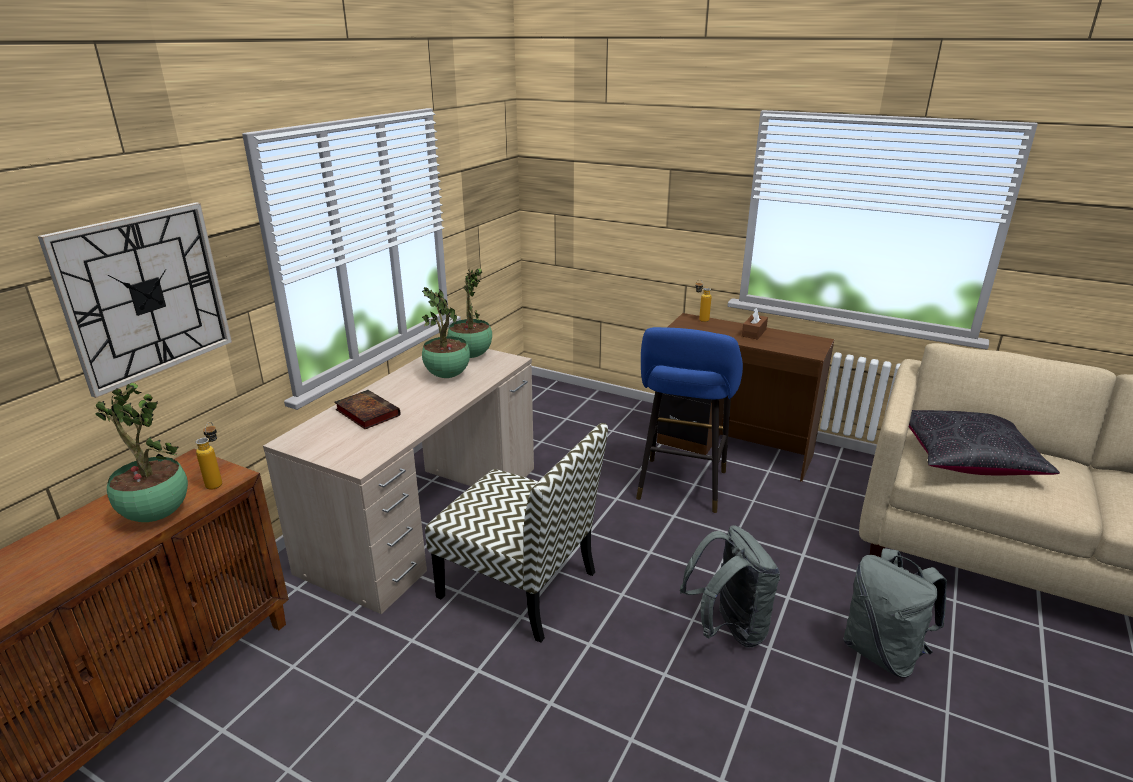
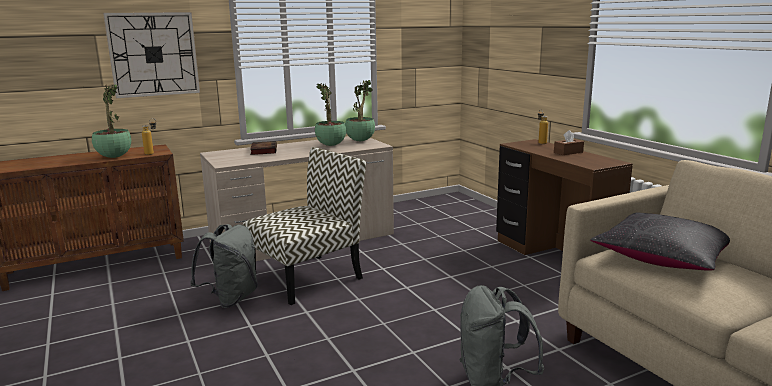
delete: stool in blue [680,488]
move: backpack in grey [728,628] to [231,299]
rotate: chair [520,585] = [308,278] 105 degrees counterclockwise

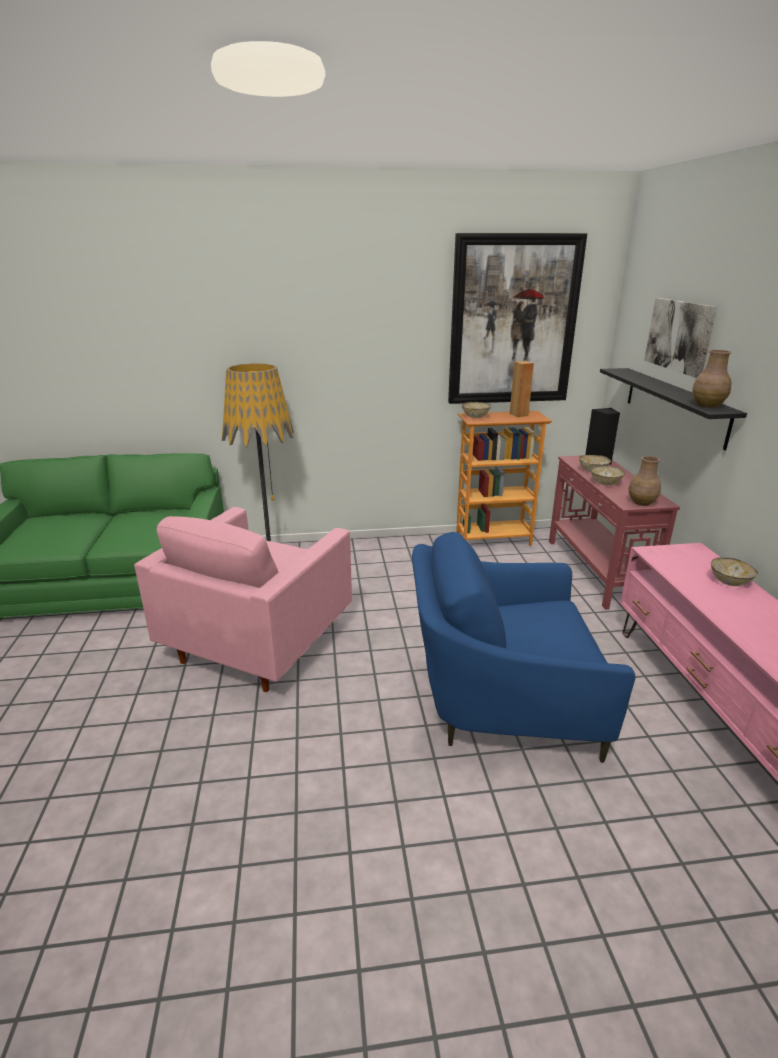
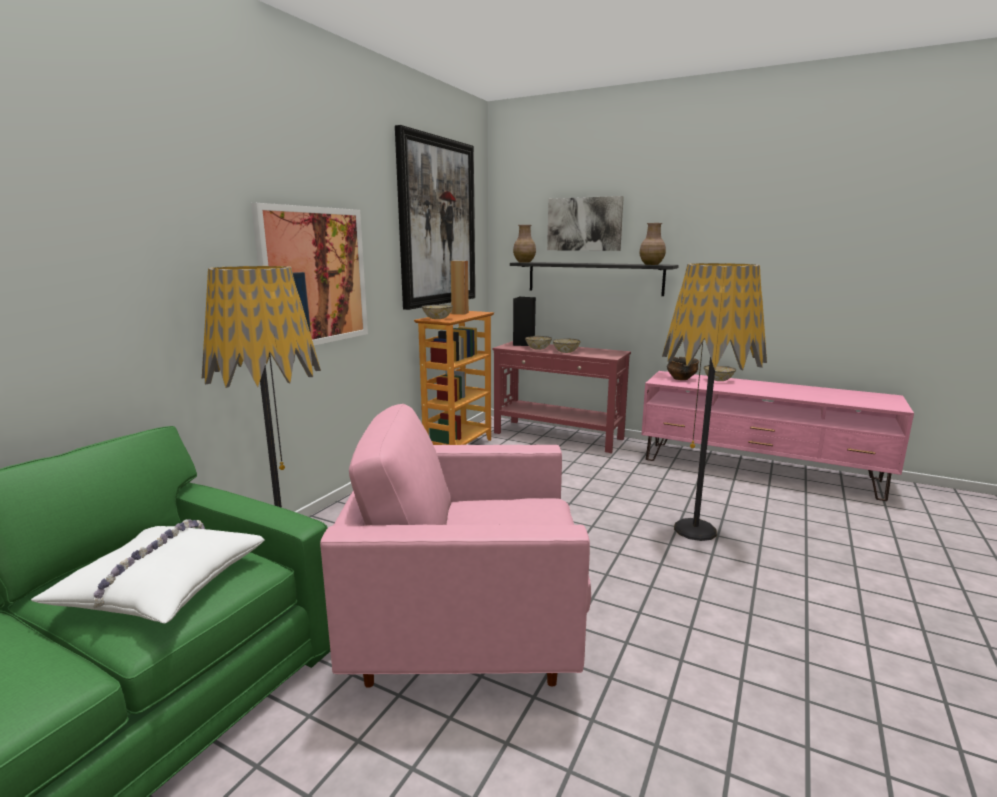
insert: pillow in white [161,584]; picture [314,276]; bowl [681,379]
move: vase in brown [642,502] to [524,262]
replace: armchair in blue [502,701] to floor lamp [694,530]
rotate: armchair in pink [259,642] = [467,630] 120 degrees clockwise

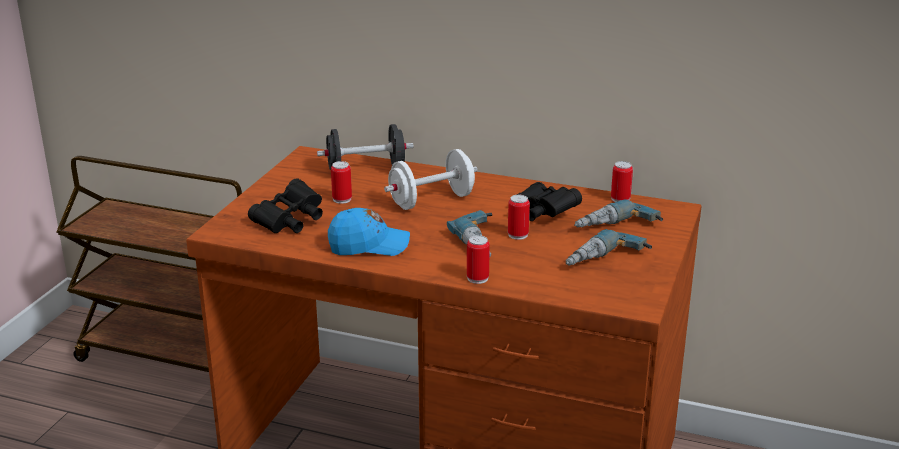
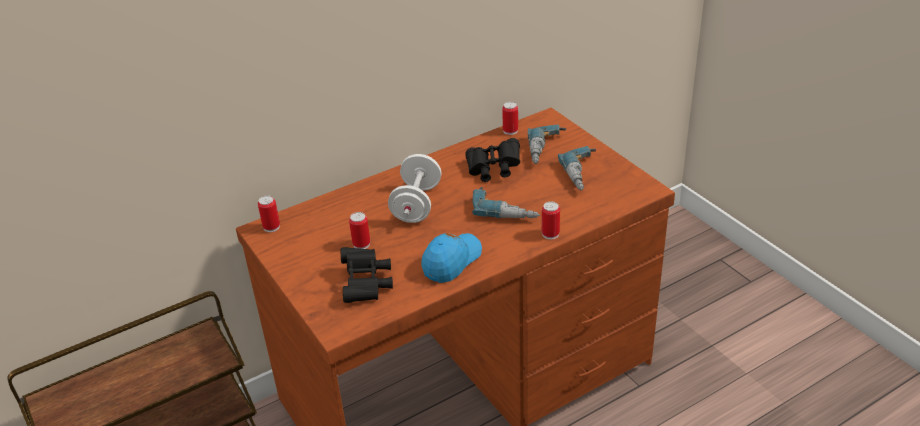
delete: dumbbell in black [366,170]
move: can [518,235] to [271,227]

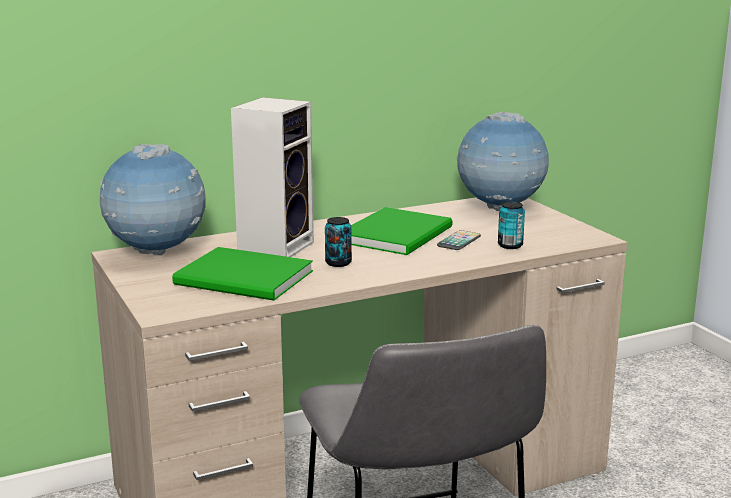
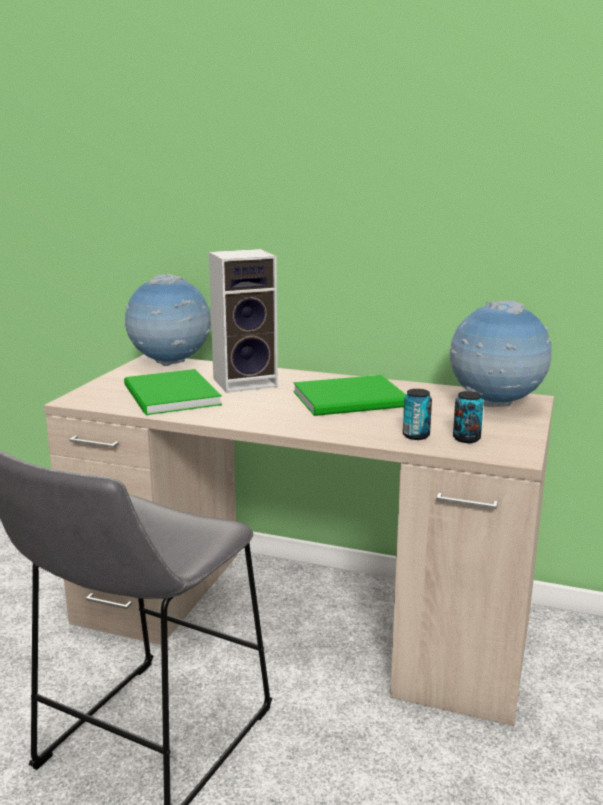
delete: phone [459,241]
move: can [338,263] to [466,438]

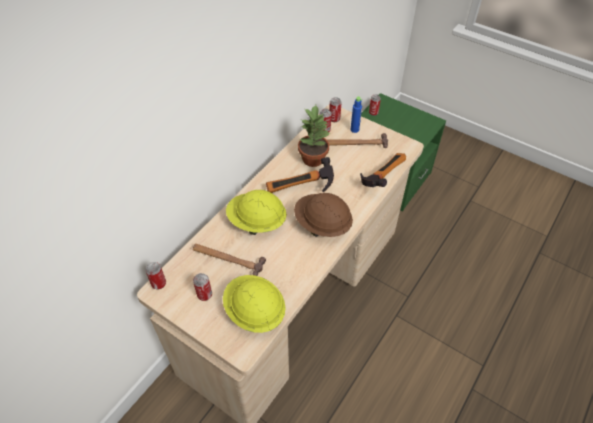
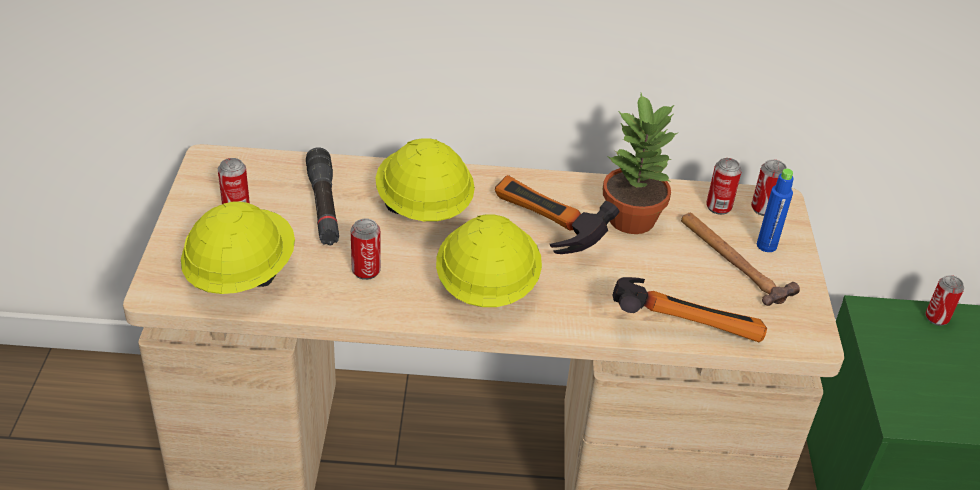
move: can [159,283] to [366,271]
replace: hammer [228,258] to flashlight in black [323,206]
recolor: hard hat in brown [322,225] to hard hat in yellow [486,287]

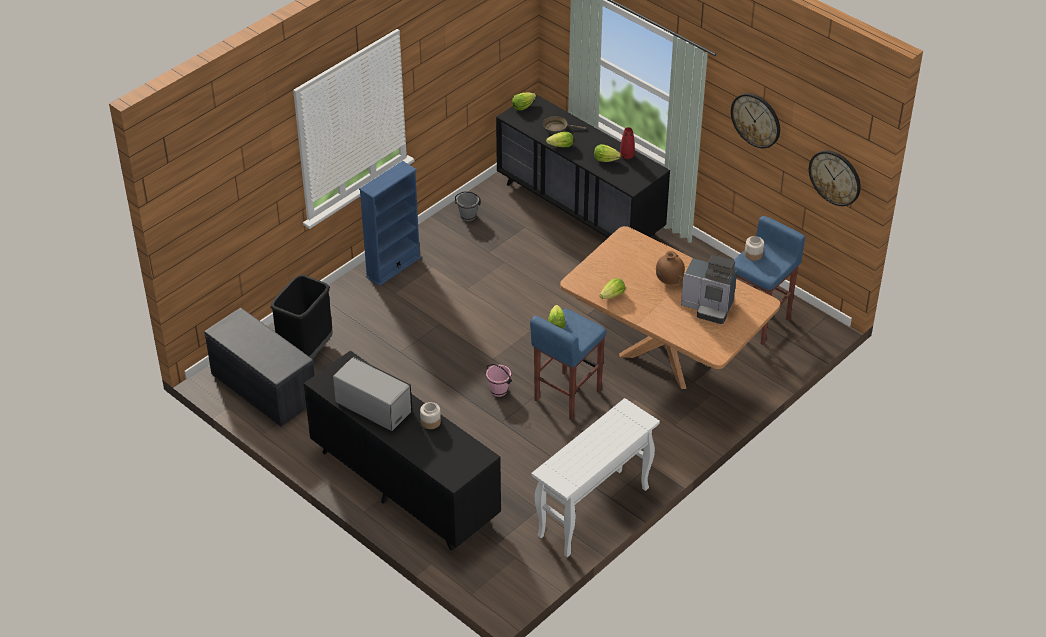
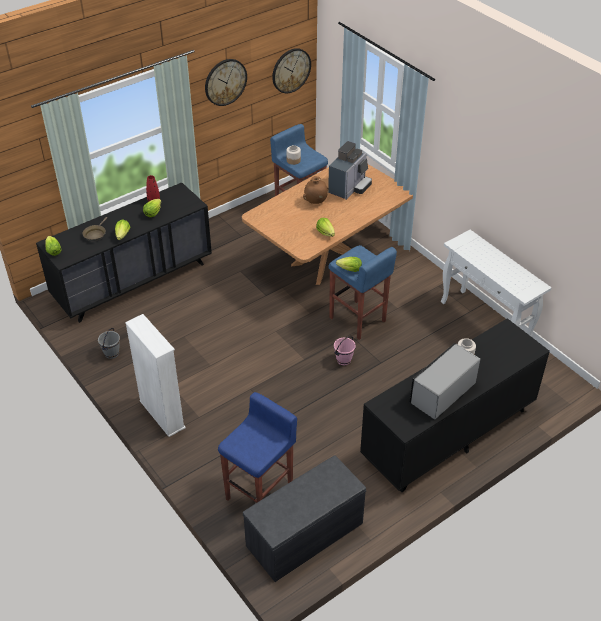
replace: trash can in black [306,351] to stool in blue [260,494]
recolor: bookcase in blue [393,267] to bookcase in white [162,414]

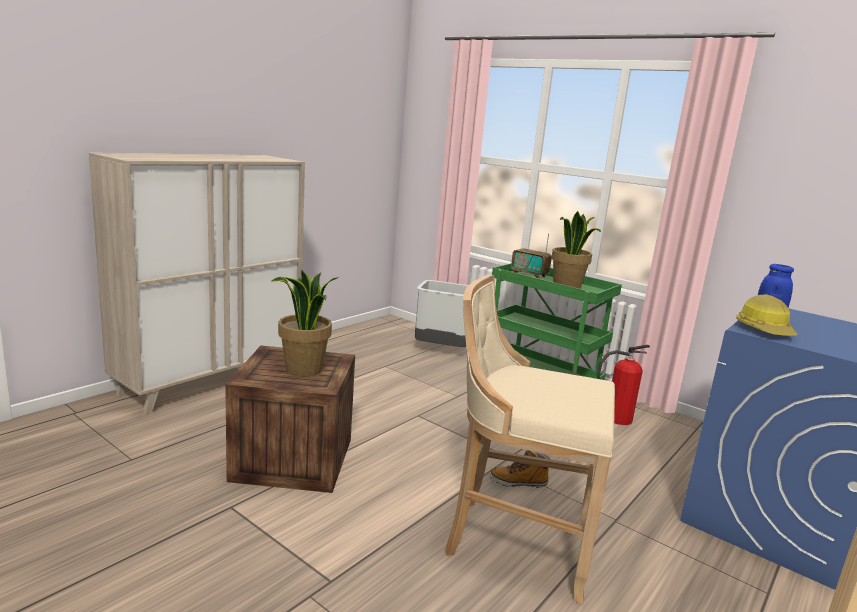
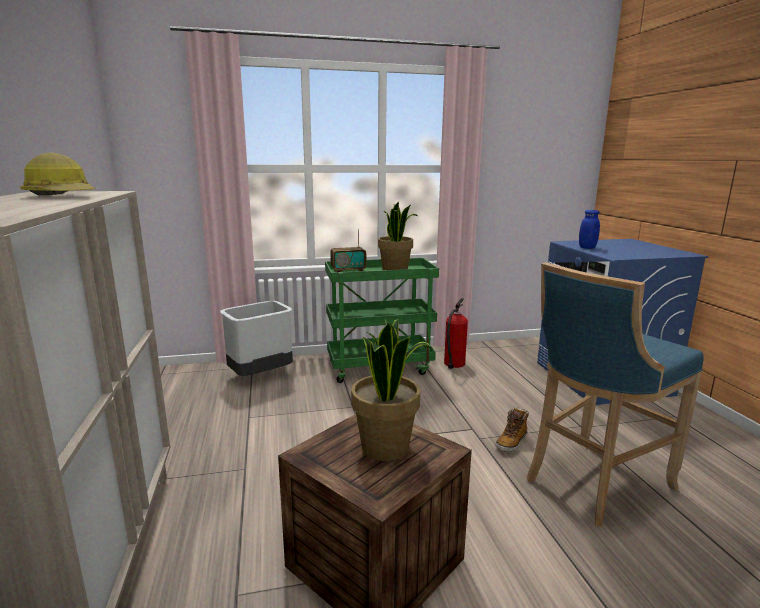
move: hard hat [765,330] to [62,196]
recolor: stool in beige [514,541] to stool in blue [592,482]

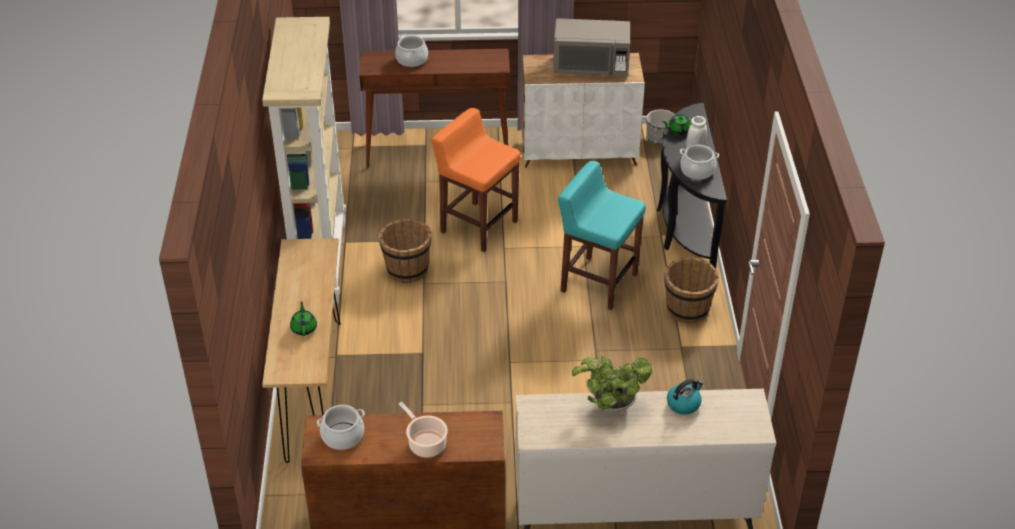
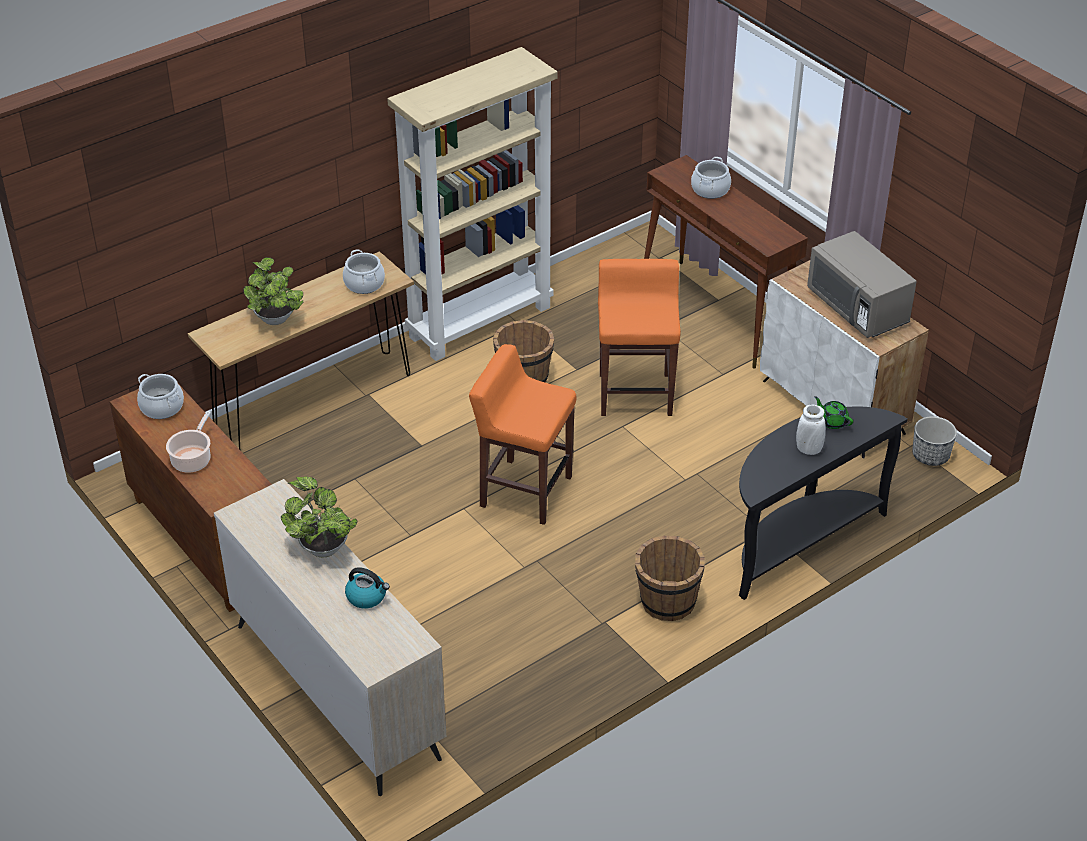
delete: stool in turquoise [598,282]
insert: stool in orange [524,491]
move: cooking pot [697,171] to [364,284]
replace: teapot in green [304,328] to potted plant [276,321]

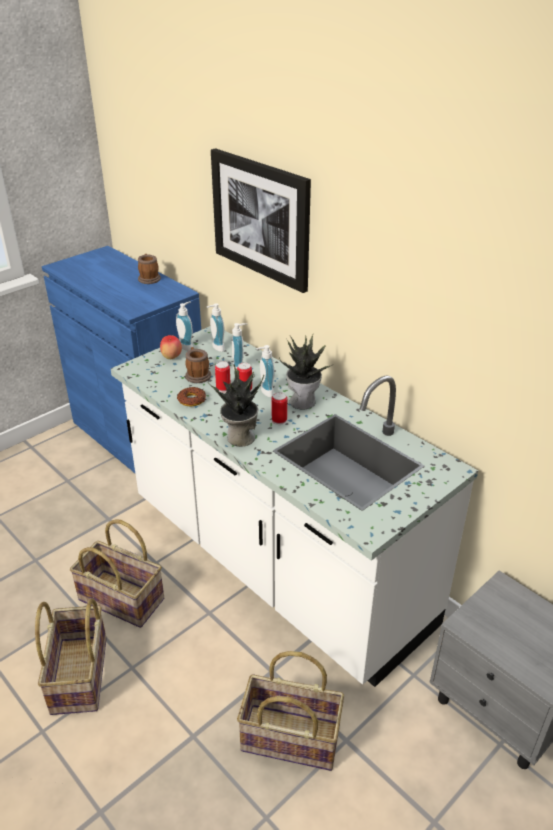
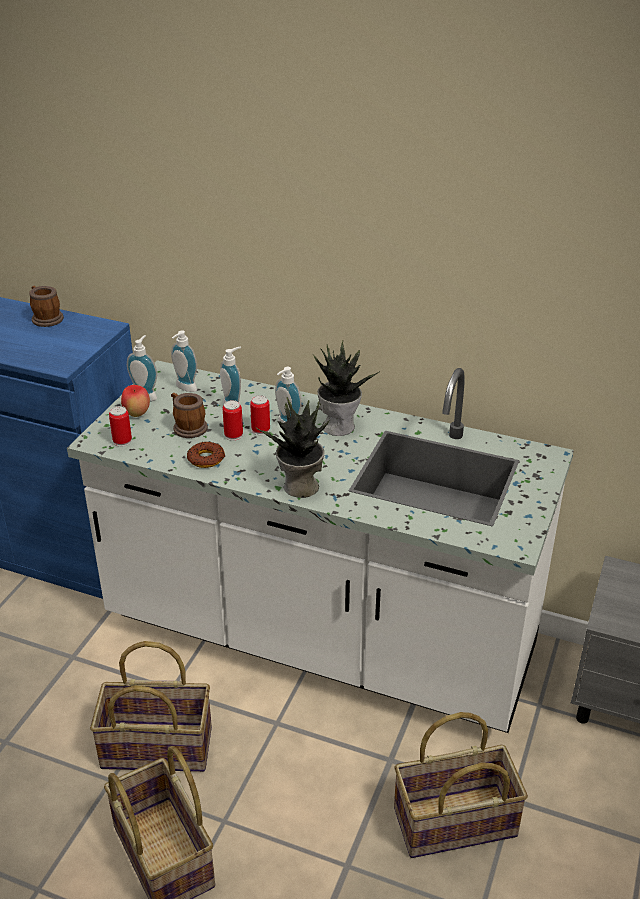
delete: picture [261,218]
move: can [279,420] to [122,441]

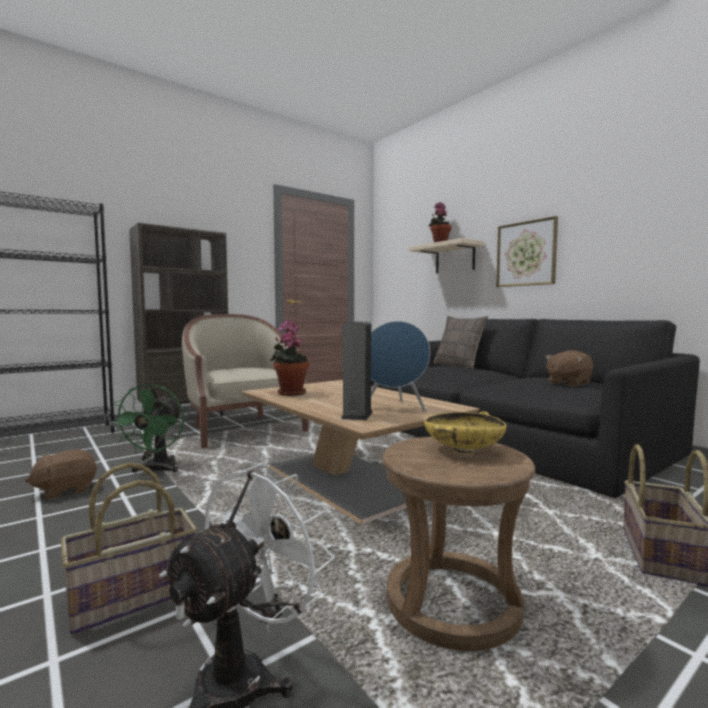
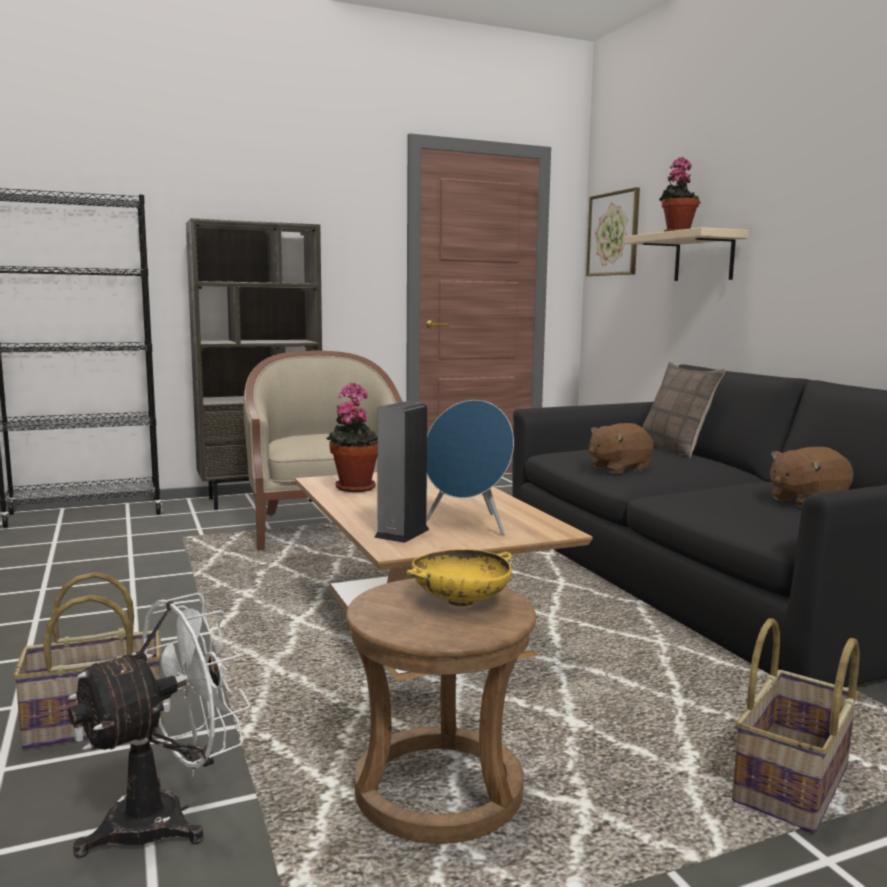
delete: fan in green [156,471]
move: plush toy in brown [65,490] to [618,468]; picture [526,254] to [613,234]

